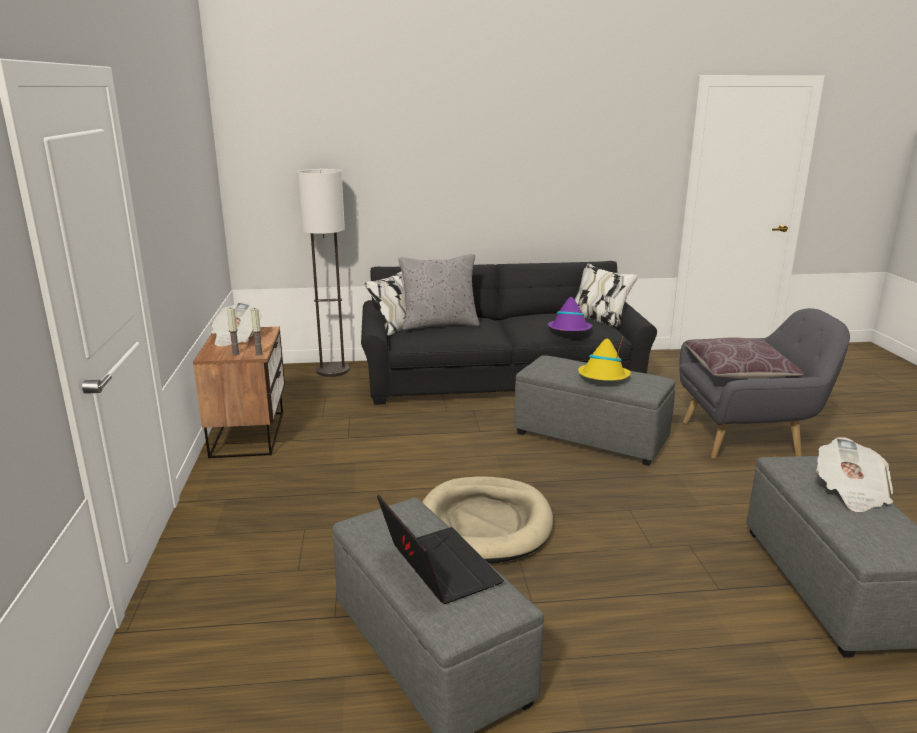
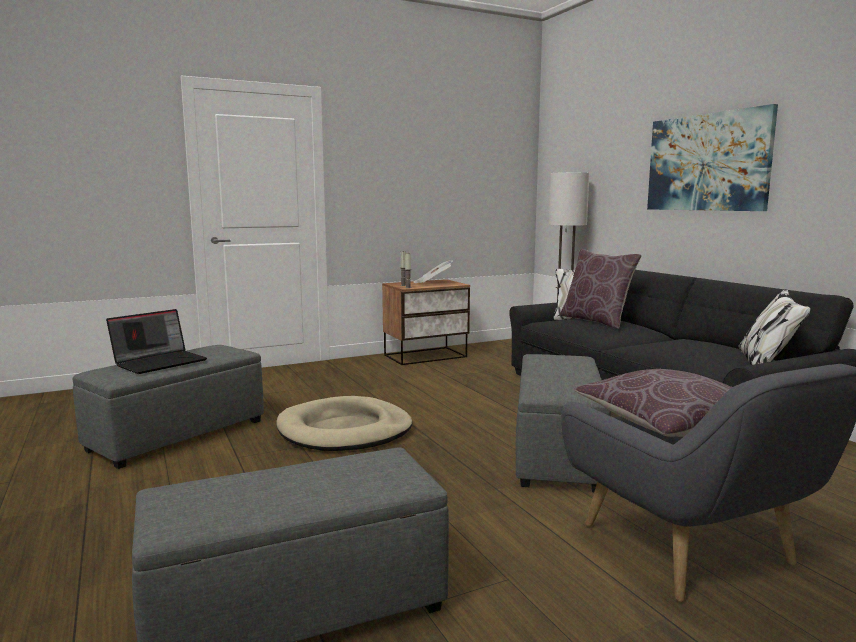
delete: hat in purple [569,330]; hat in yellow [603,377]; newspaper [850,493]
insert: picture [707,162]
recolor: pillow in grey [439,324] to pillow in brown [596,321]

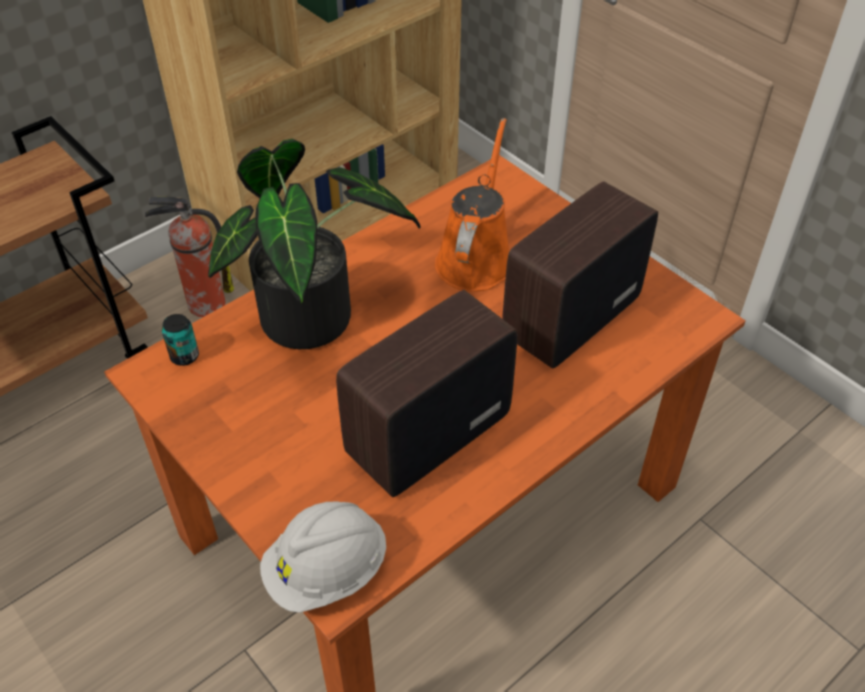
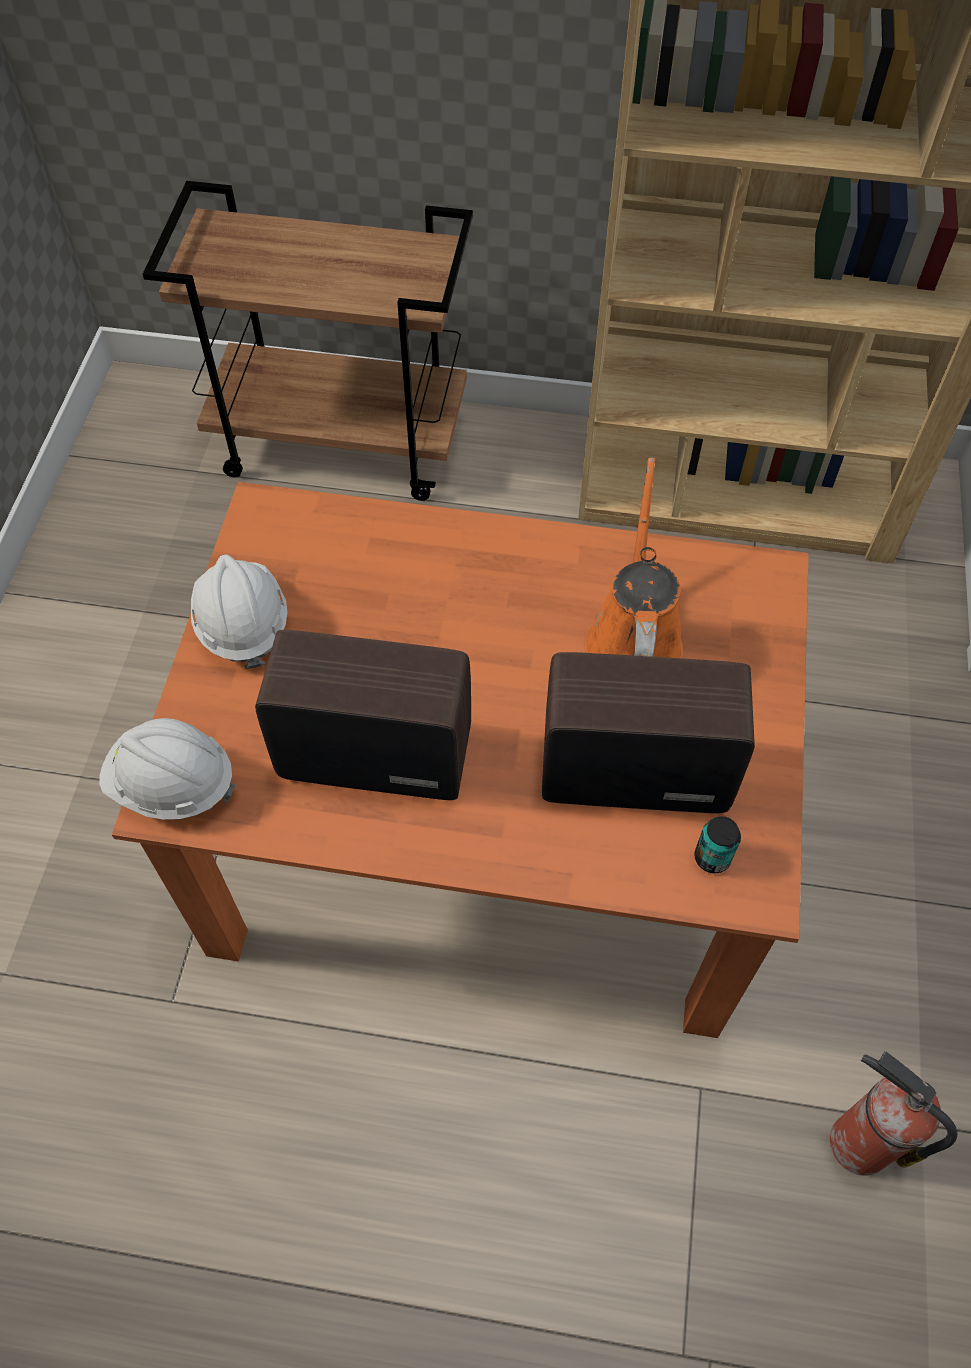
delete: potted plant [317,320]
insert: hard hat in white [242,624]
move: fire extinguisher [204,304] to [856,1141]; can [184,356] to [712,857]
rotate: watering can in orange [475,258] = [633,638] 60 degrees counterclockwise

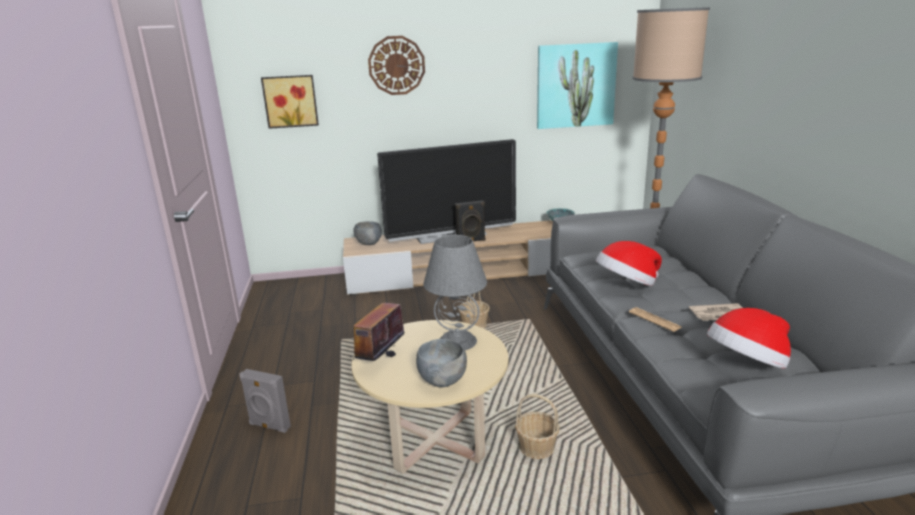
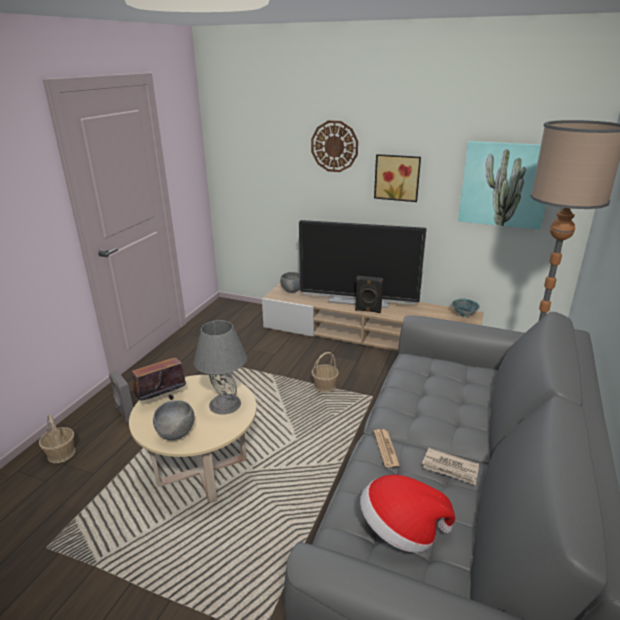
delete: hat [626,285]
move: picture [290,101] to [397,177]; basket [536,448] to [61,453]

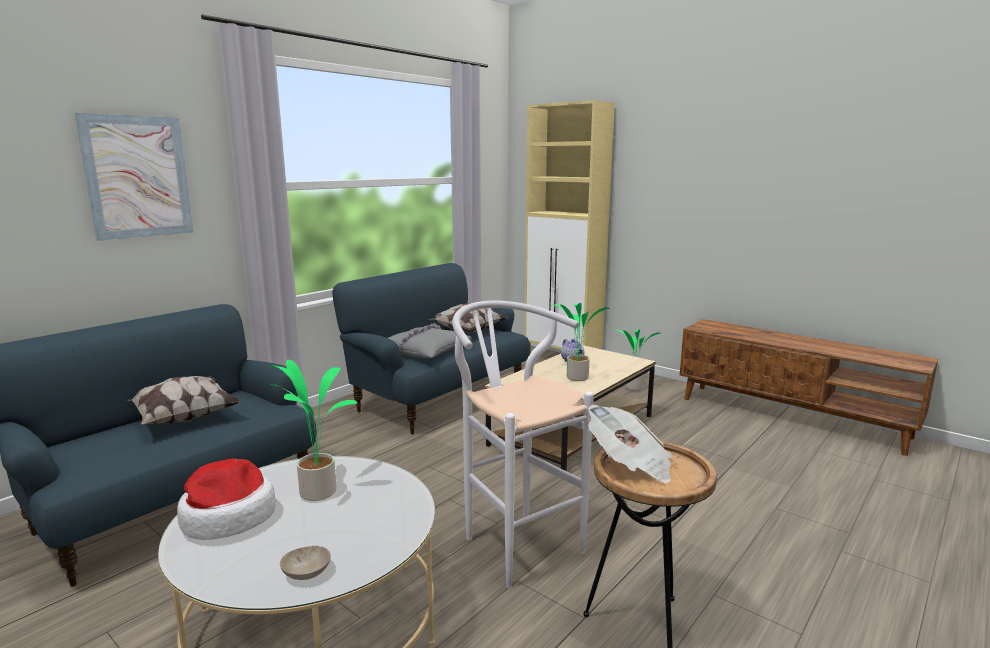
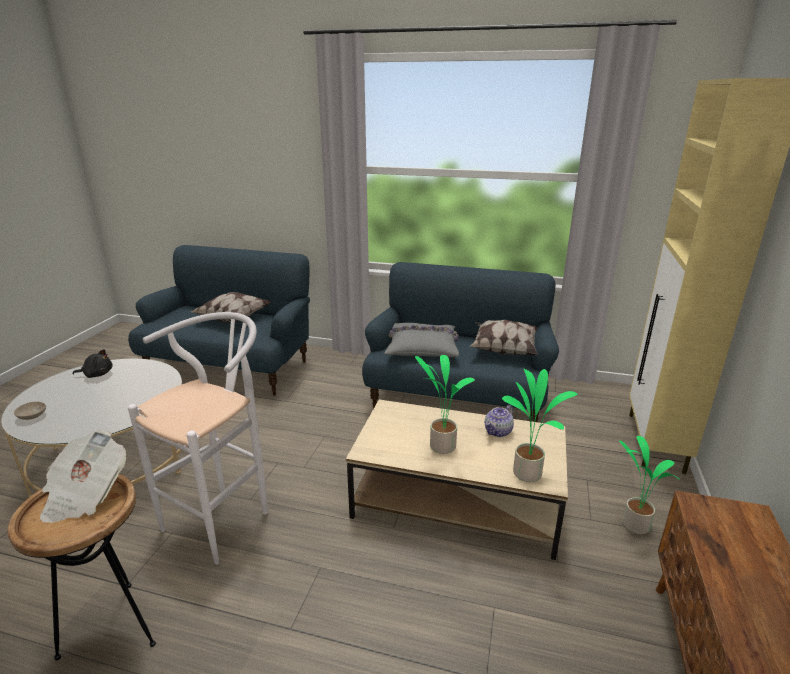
delete: picture [137,177]
move: potted plant [317,491] to [528,472]
replace: hat [227,517] to plush toy in black [97,374]

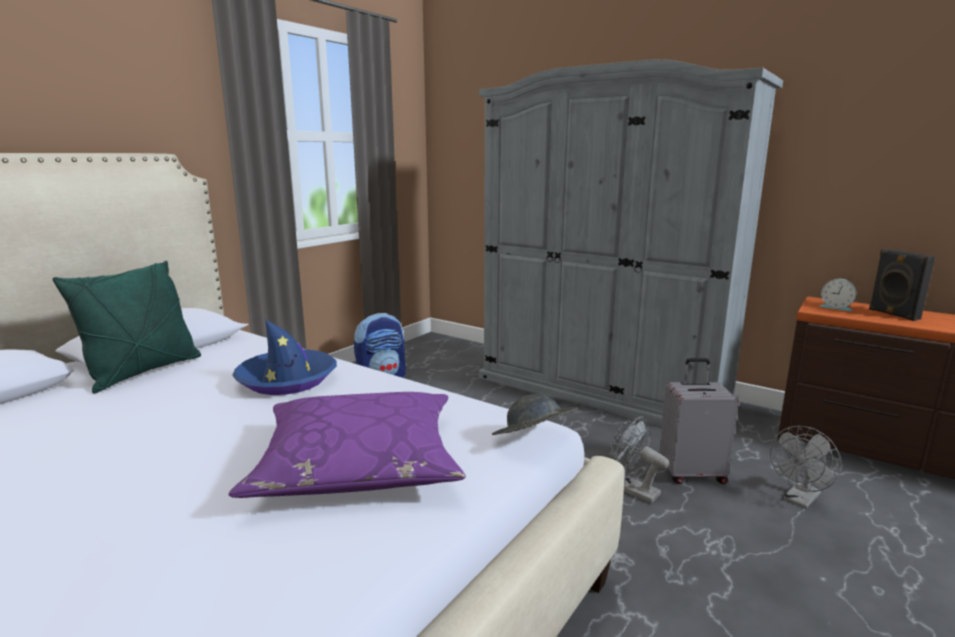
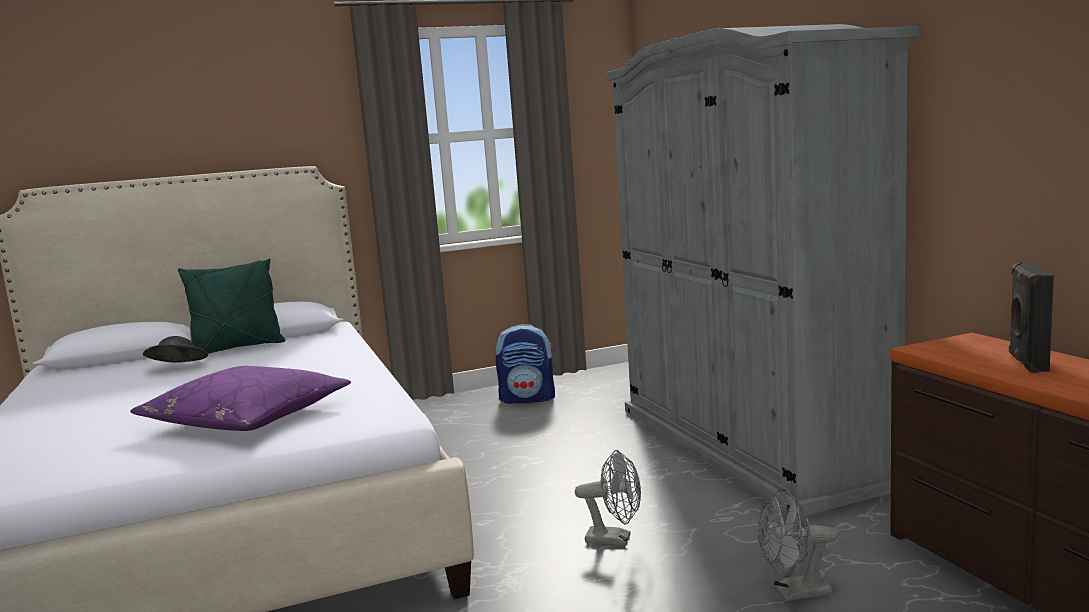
delete: hat in blue [287,380]; suitcase in grey [691,473]; alarm clock [836,307]
move: hat in grey [533,441] to [177,368]
rotate: fan in grey [632,490] = [615,539] 120 degrees clockwise

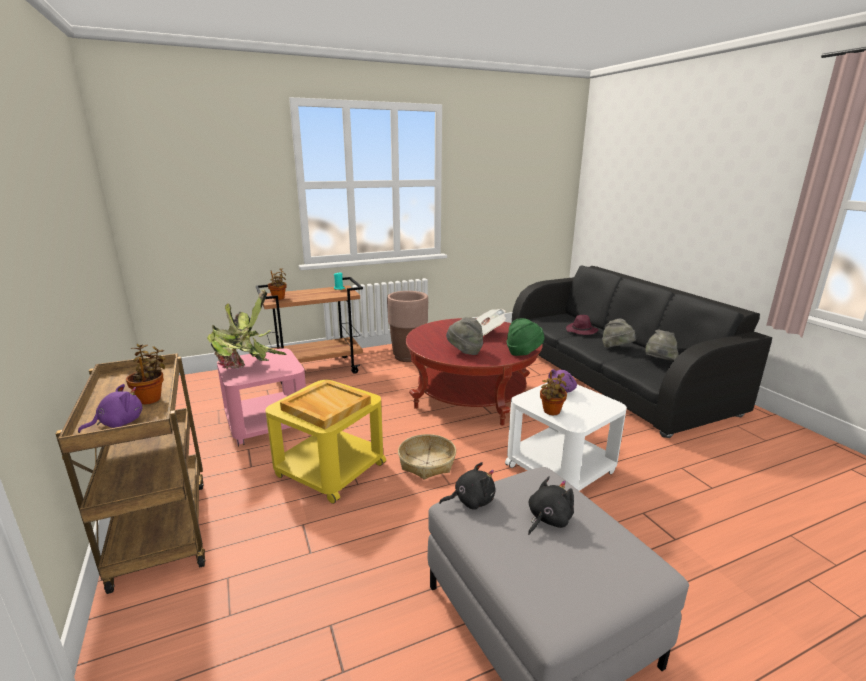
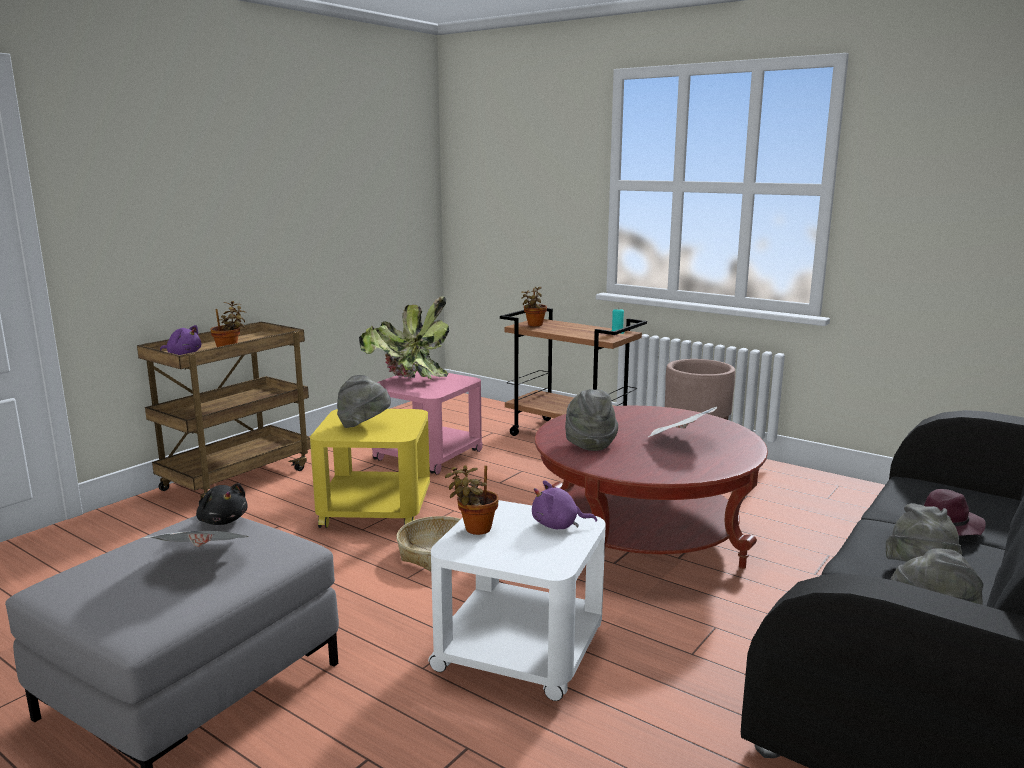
delete: hat in green [523,353]
replace: tray in beige [325,406] to hat in grey [364,425]; plush toy in black [547,519] to newspaper [203,561]

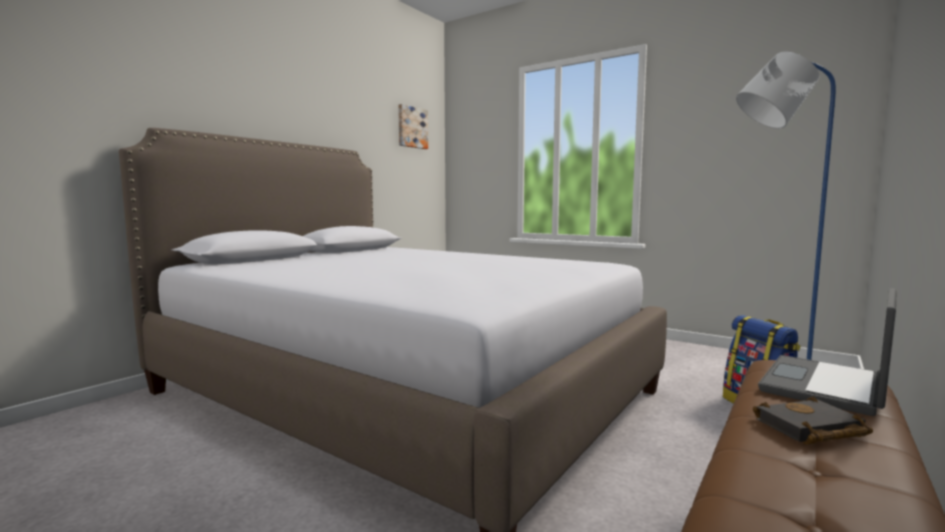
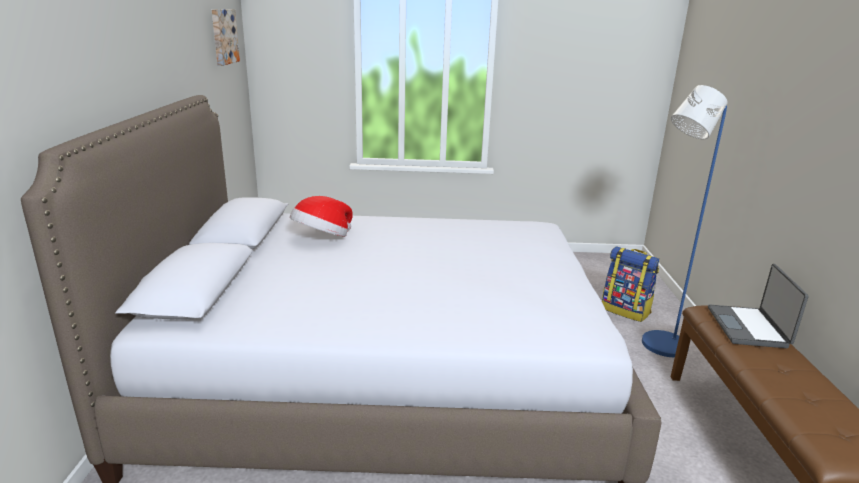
delete: book in black [810,429]
insert: hat [322,238]

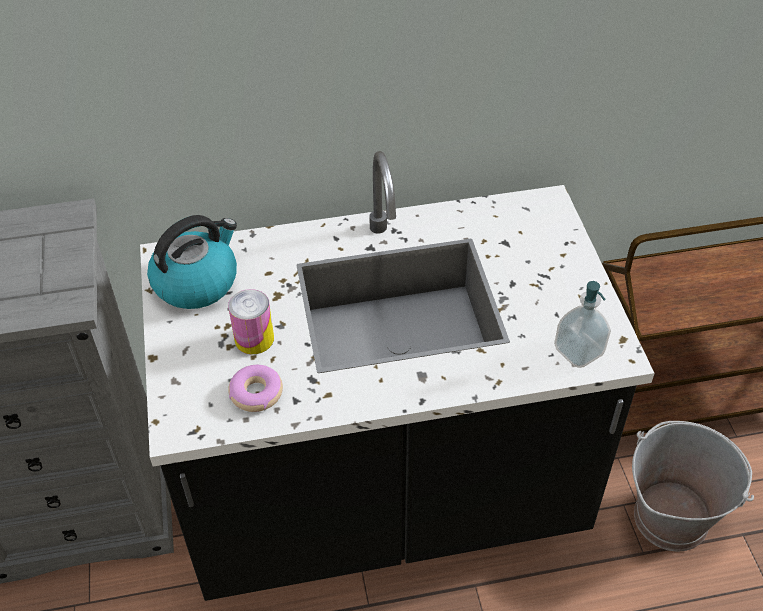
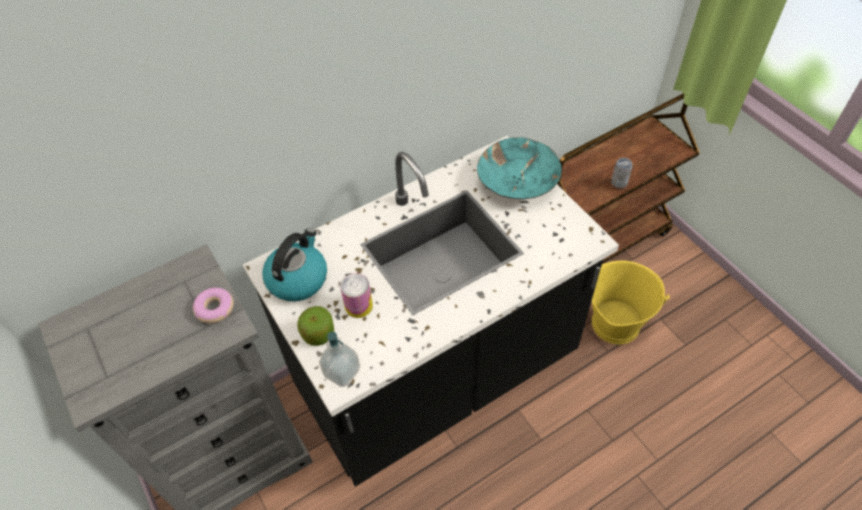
insert: apple [318,334]; bowl in turquoise [517,182]; can [619,183]
move: donut [256,393] to [215,308]; soap dispenser [578,351] to [342,372]
recolor: bucket in grey [670,517] to bucket in yellow [614,323]

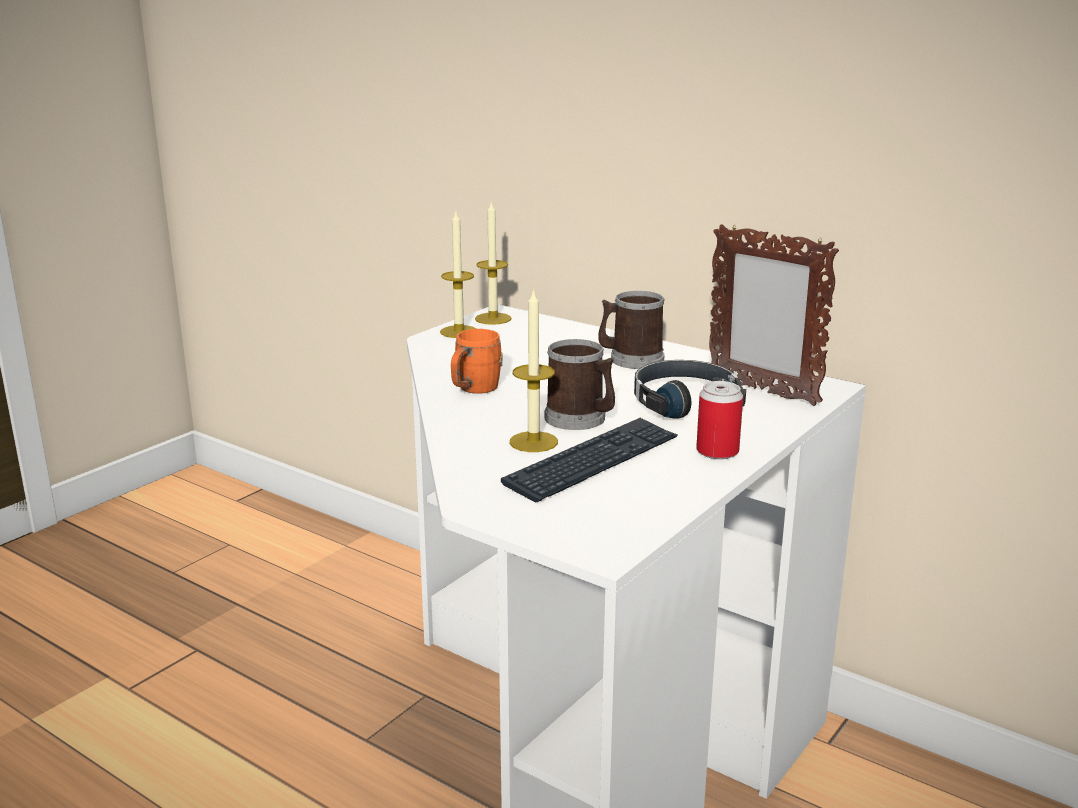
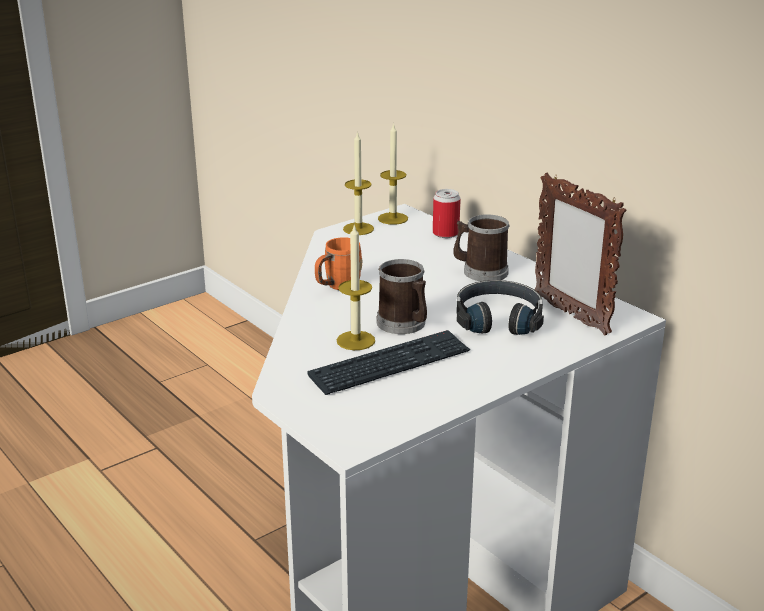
move: can [717,452] to [445,233]

